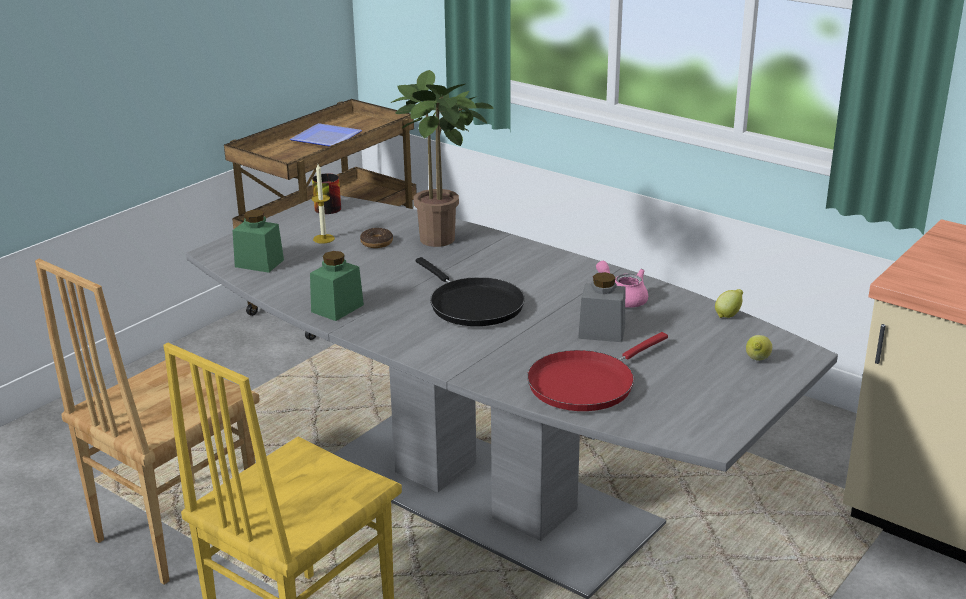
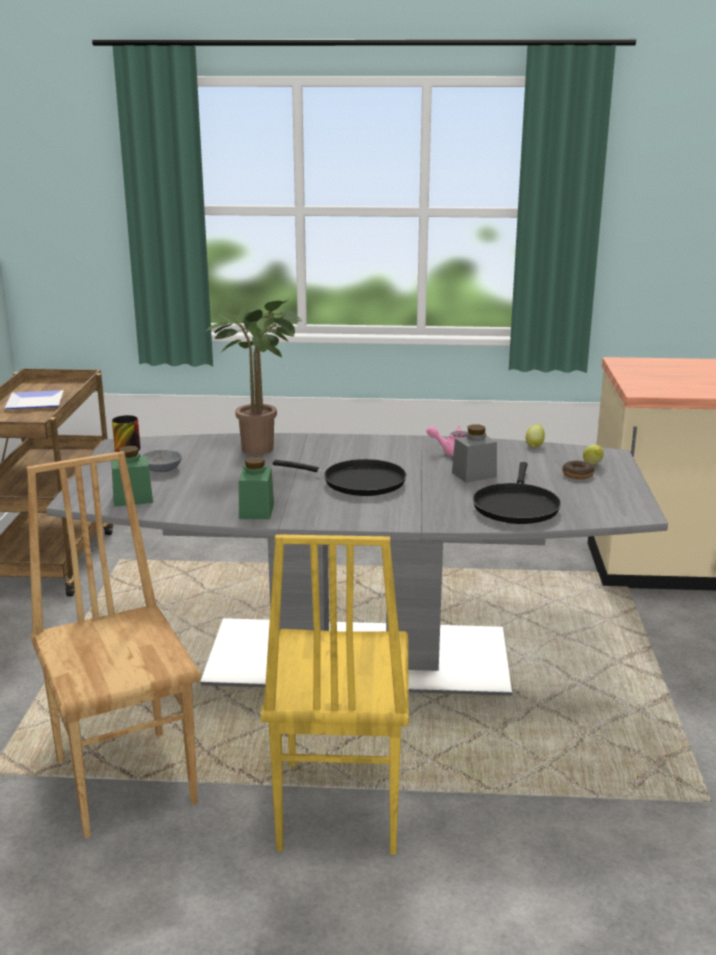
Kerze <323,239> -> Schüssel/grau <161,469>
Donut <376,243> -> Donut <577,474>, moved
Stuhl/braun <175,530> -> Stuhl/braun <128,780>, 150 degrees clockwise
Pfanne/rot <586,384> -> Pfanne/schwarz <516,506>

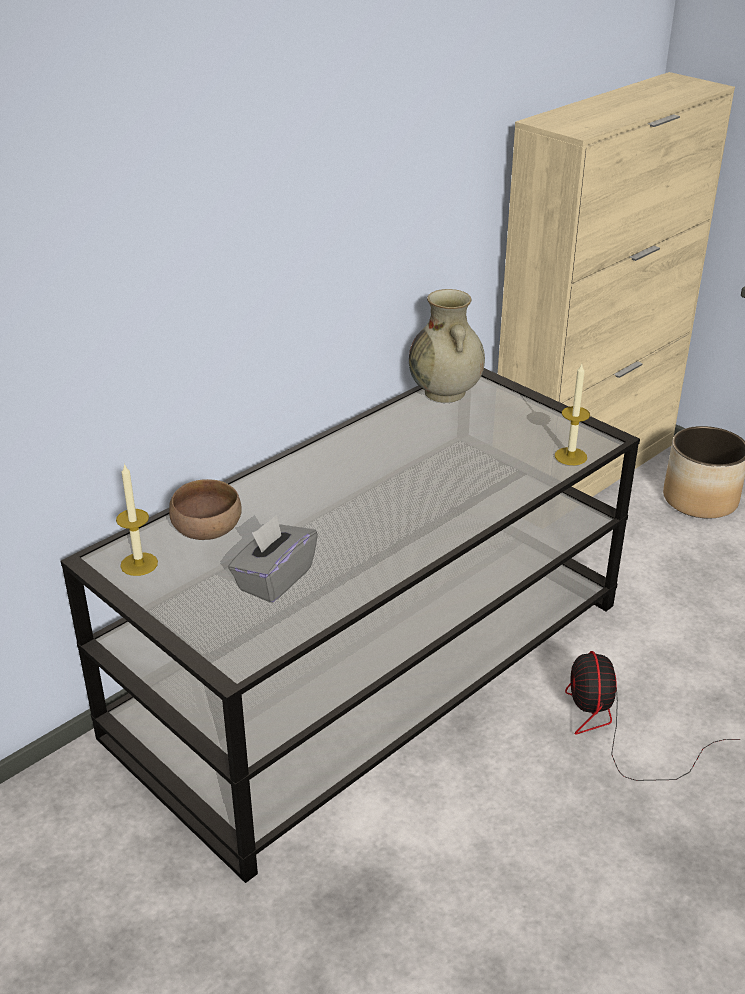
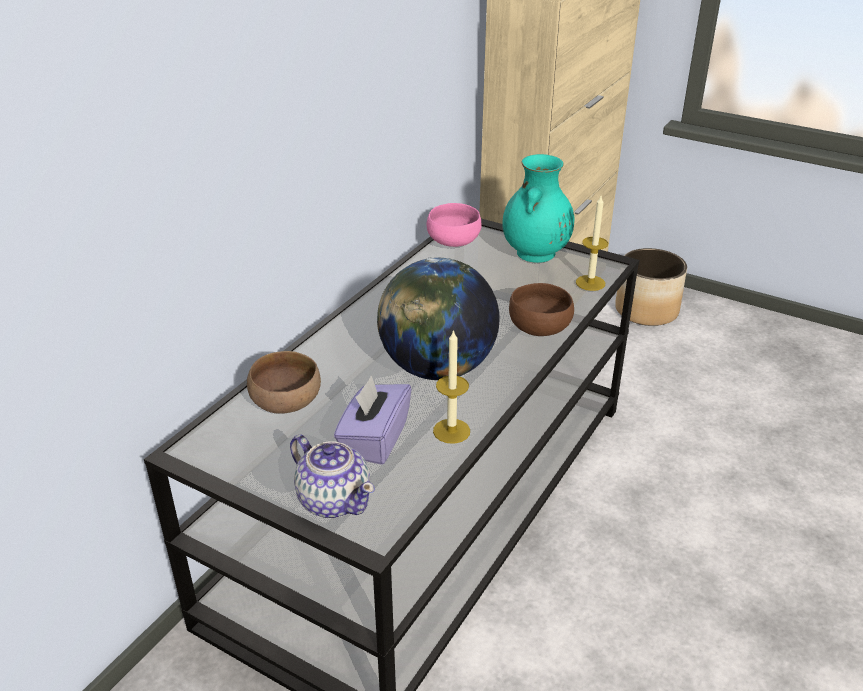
Vase/beige <445,393> -> Schüssel/rosa <454,243>
Kerze <139,564> -> Kerze <451,431>, moved
Taschentuchbox/grau <274,579> -> Taschentuchbox/lila <374,440>
Ventilator <616,730> -> none
none -> Vase/türkis <535,254>
none -> Globus <437,369>
none -> Schüssel/braun <540,328>
none -> Teekanne <334,499>

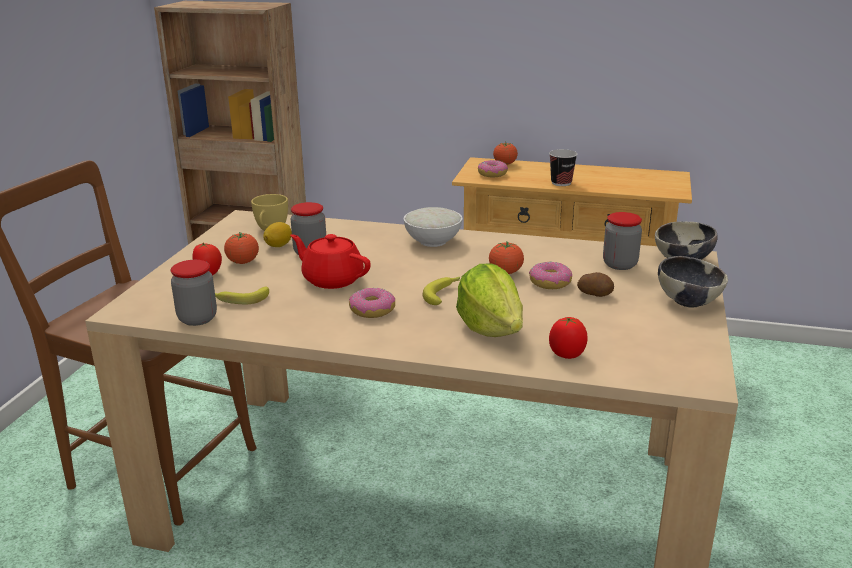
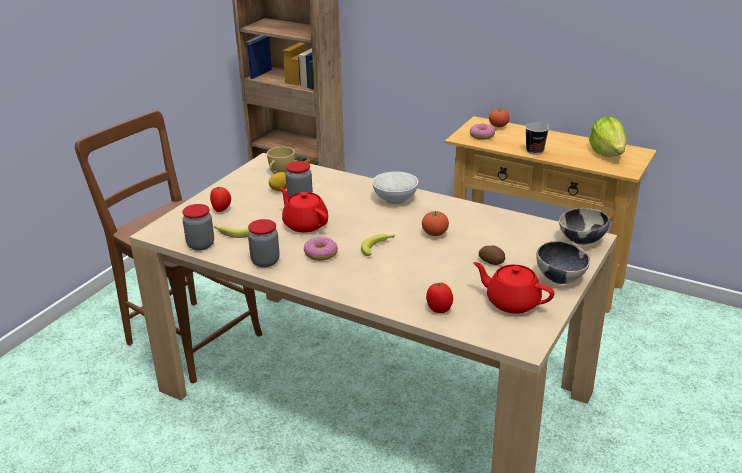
Vorratsglas <620,264> -> Vorratsglas <265,261>, moved
Tomate <243,262> -> none
Donut <550,283> -> none
Salatkopf <490,328> -> Salatkopf <607,153>, moved
none -> Teekanne/rot <512,302>

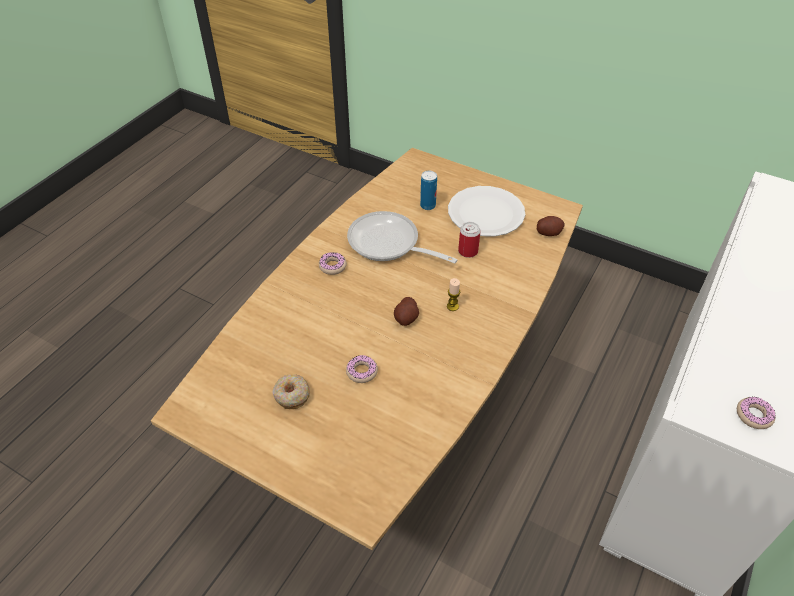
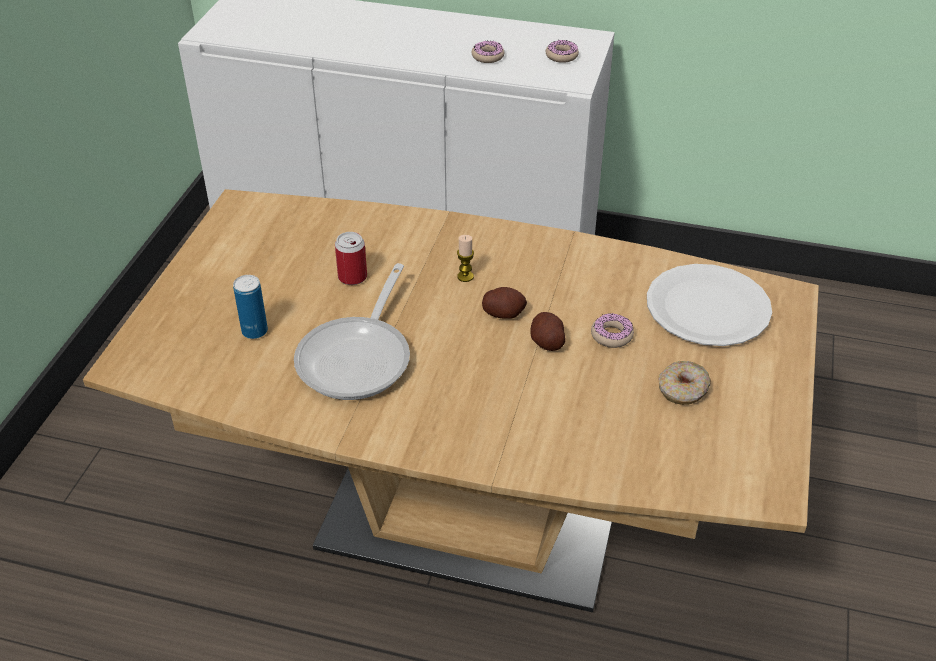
Teller/weiß <485,213> -> Teller/weiß <708,308>, moved
Kartoffel <548,232> -> Kartoffel <547,342>, moved
Donut <332,266> -> Donut <487,56>, moved

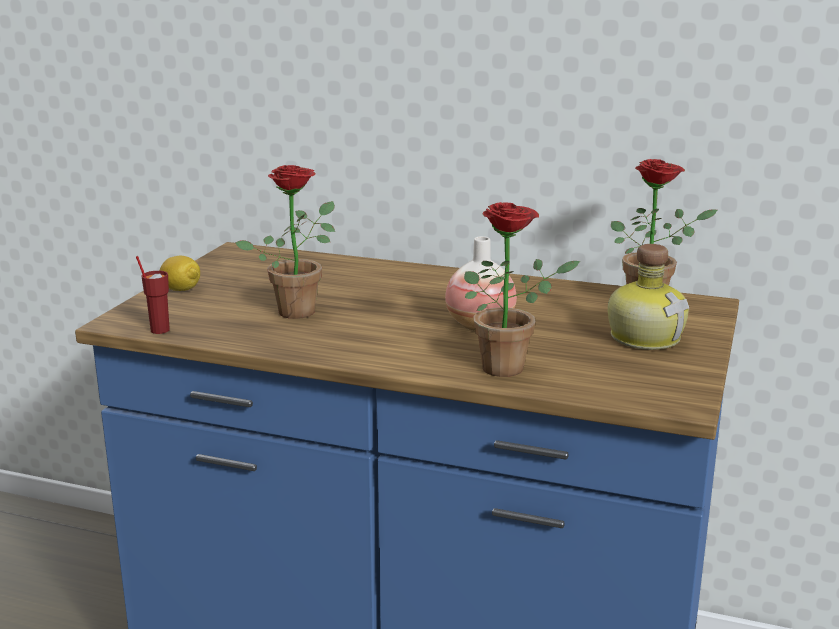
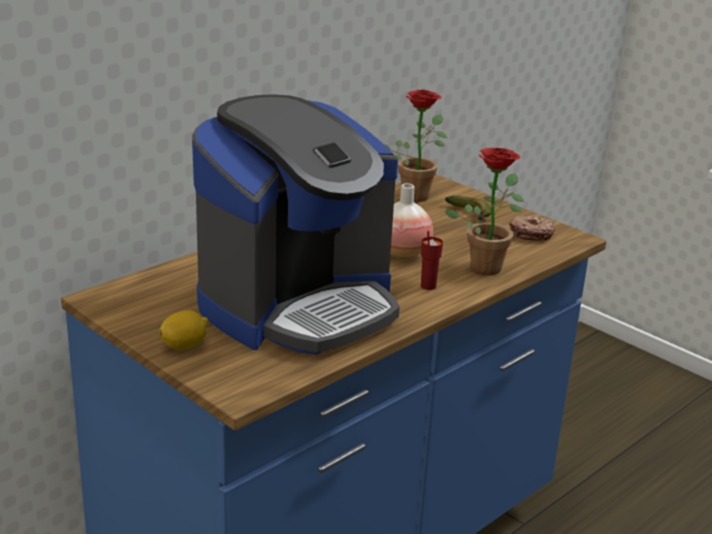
Topfpflanze <299,309> -> Kaffeemaschine <298,306>
Flasche <645,337> -> Banane <471,215>
Tasse/rot <159,330> -> Tasse/rot <427,286>, moved
none -> Donut <531,234>

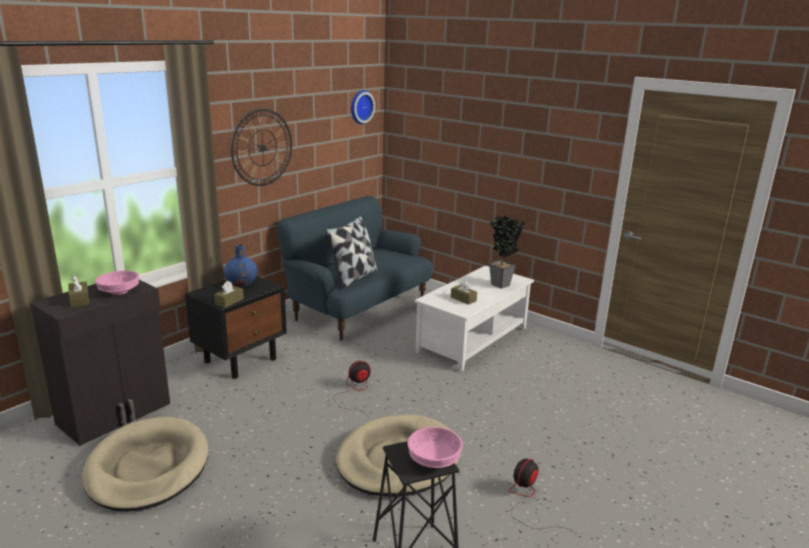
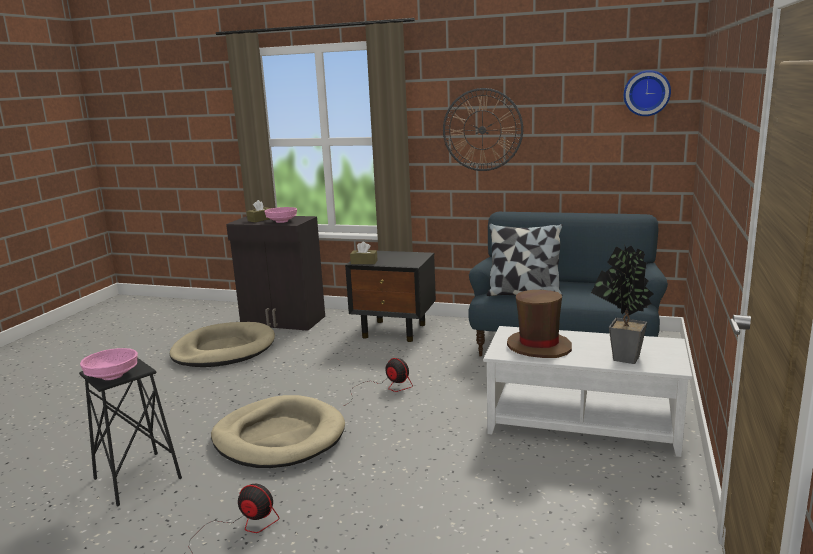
Vase/blau <241,283> -> none
Taschentuchbox/braun <463,299> -> Hut/braun <538,346>

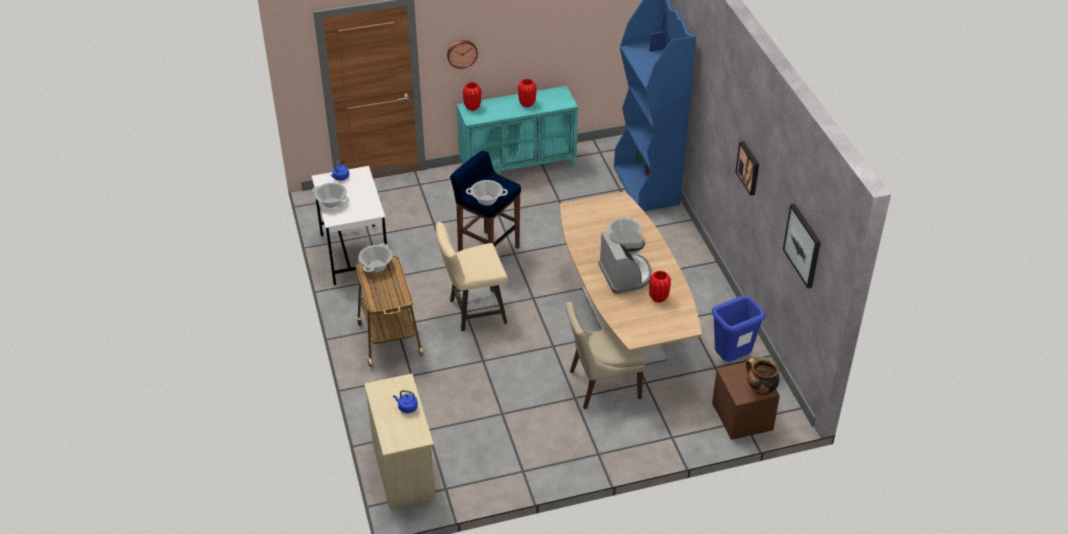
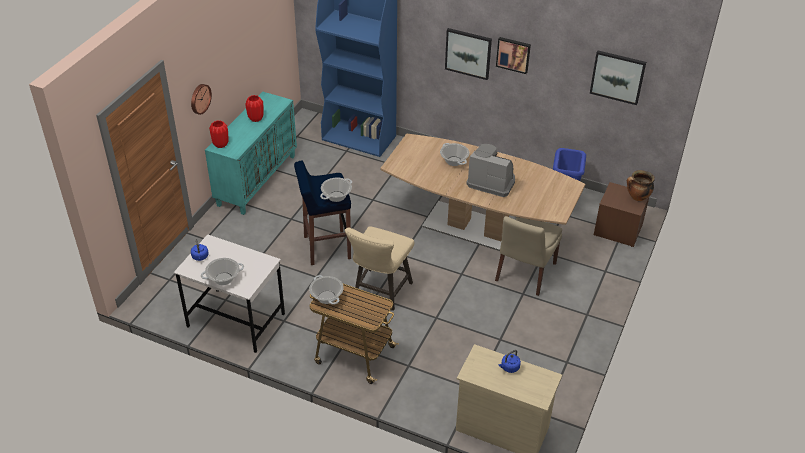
Vase/rot <658,298> -> none
none -> Bild <468,53>

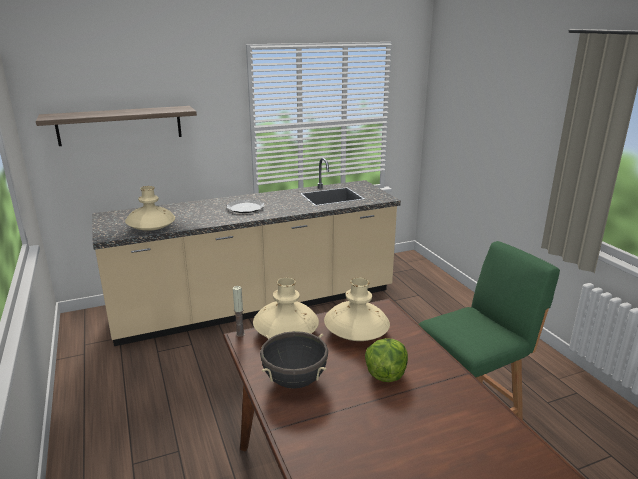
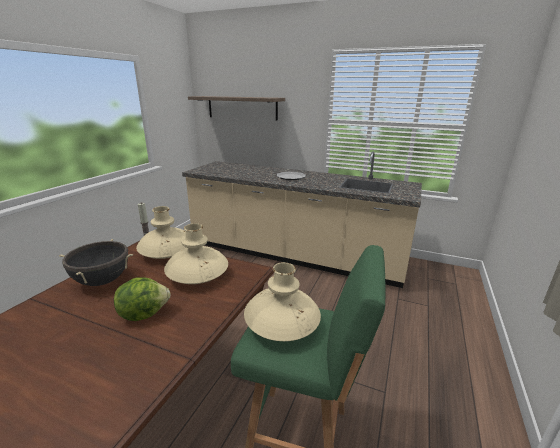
Vase/beige <151,228> -> Vase/beige <282,324>, moved

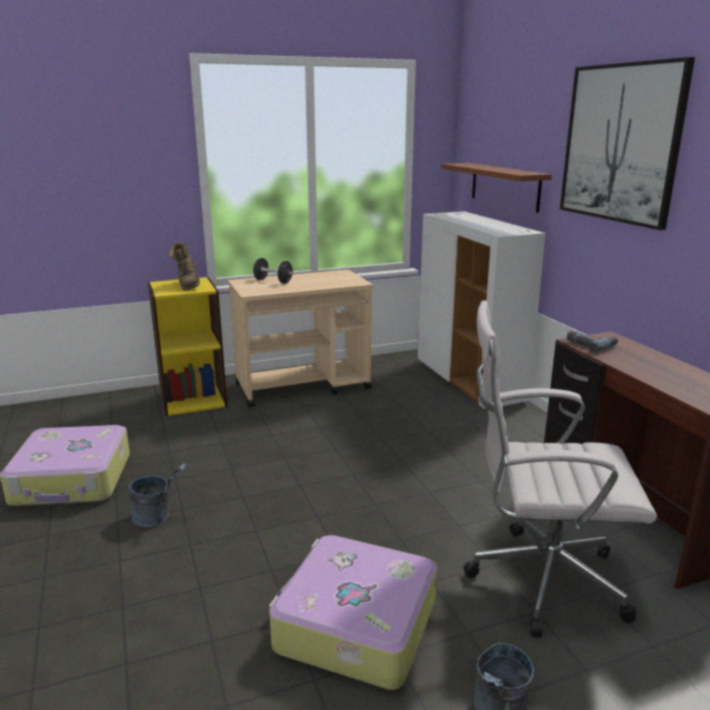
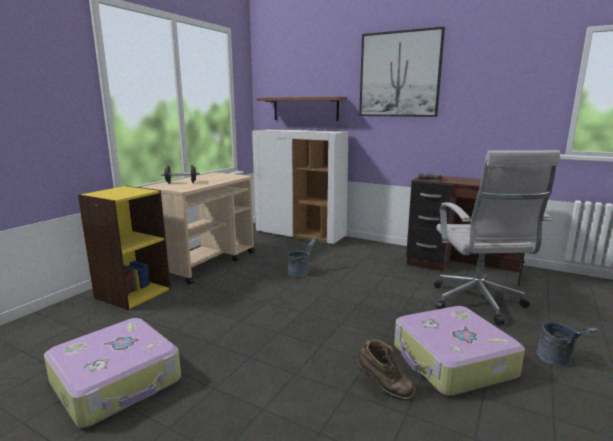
Stiefel/braun <188,285> -> Stiefel/braun <383,388>, moved
Bürostuhl/weiß <539,580> -> Bürostuhl/weiß <478,304>, 60 degrees counterclockwise
Eimer/grau <158,517> -> Eimer/grau <301,272>, moved

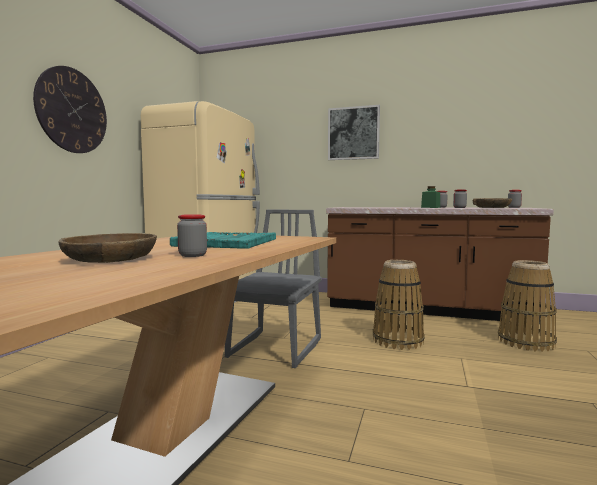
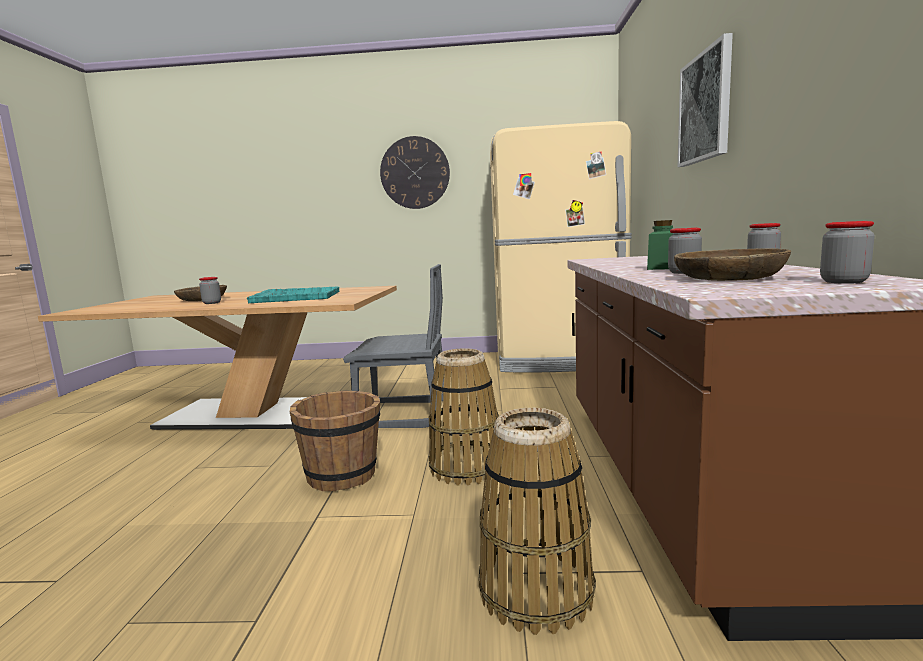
none -> Eimer/braun <342,475>

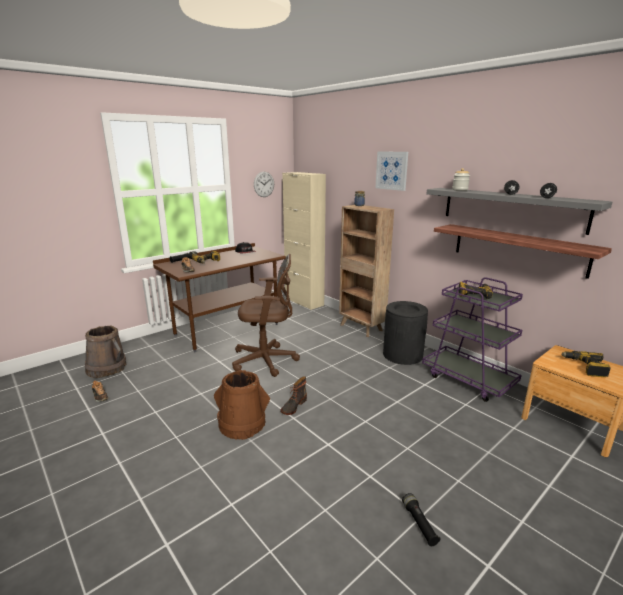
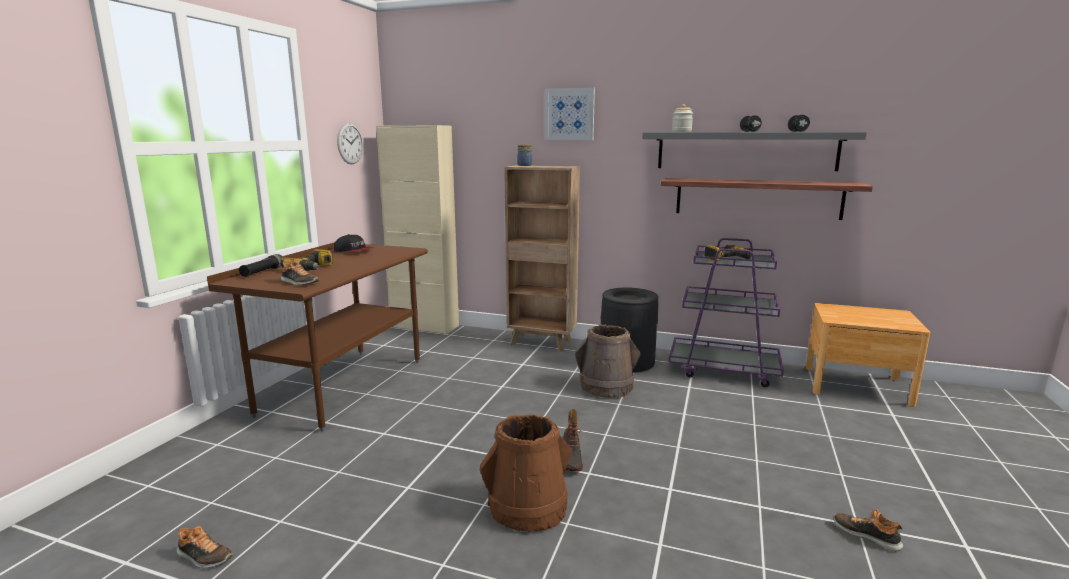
Bürostuhl/braun <267,360> -> none
Eimer/braun <107,368> -> Eimer/braun <606,386>, moved
Bohrmaschine <585,367> -> none
Taschenlampe/schwarz <419,524> -> Schuh <866,535>

